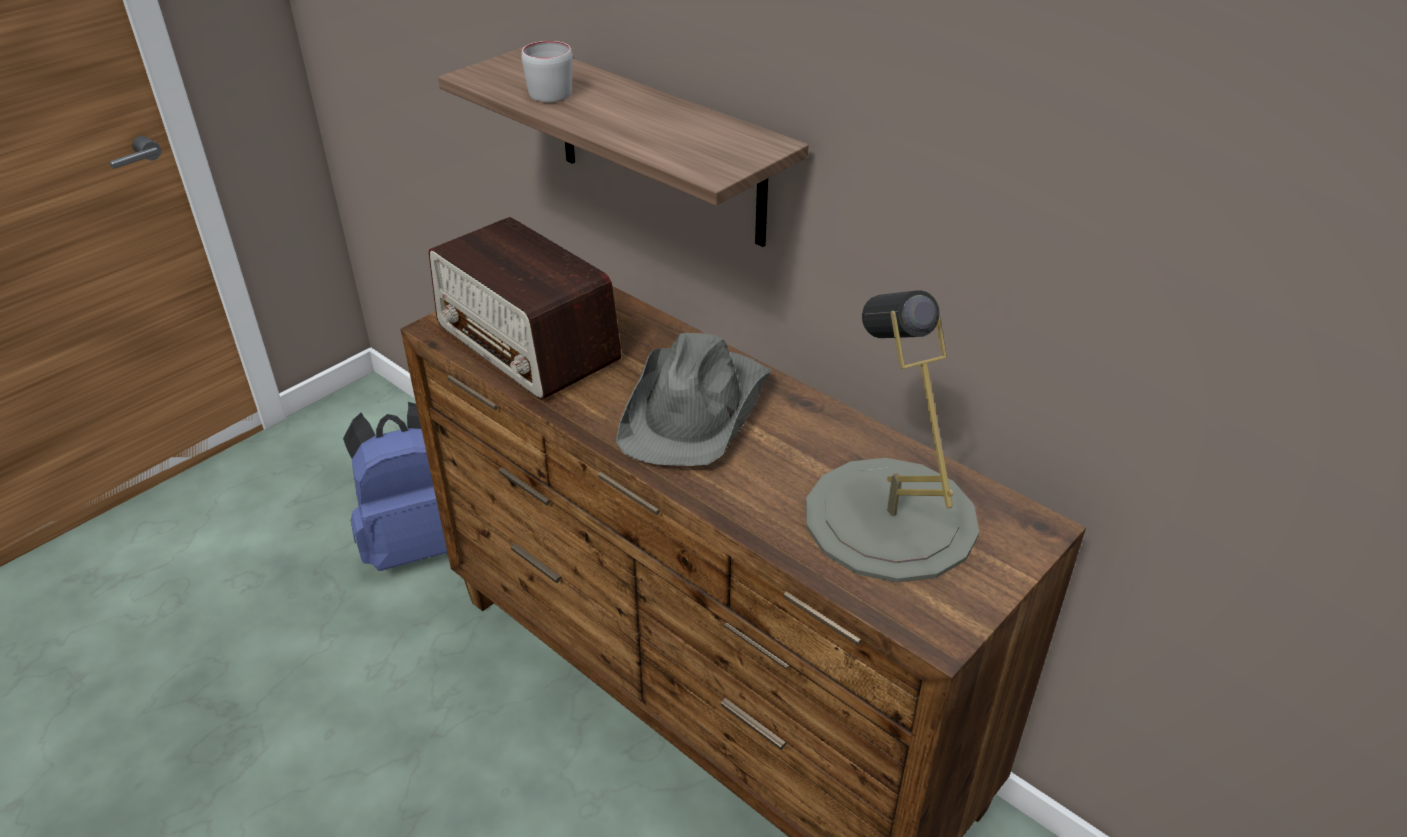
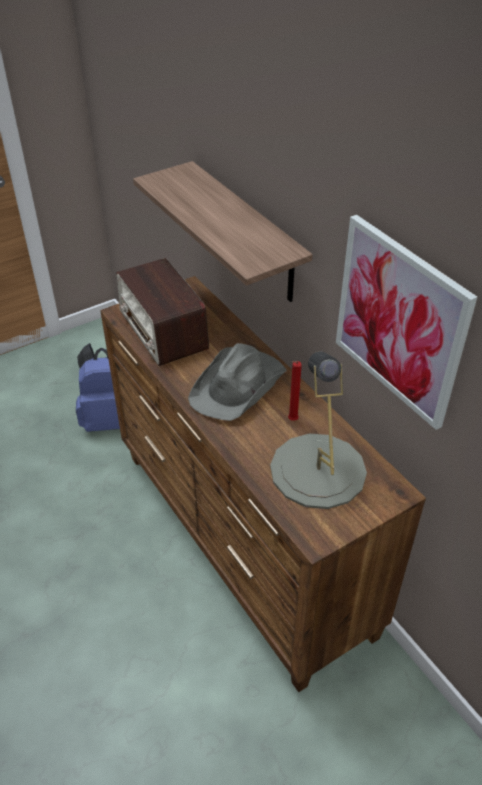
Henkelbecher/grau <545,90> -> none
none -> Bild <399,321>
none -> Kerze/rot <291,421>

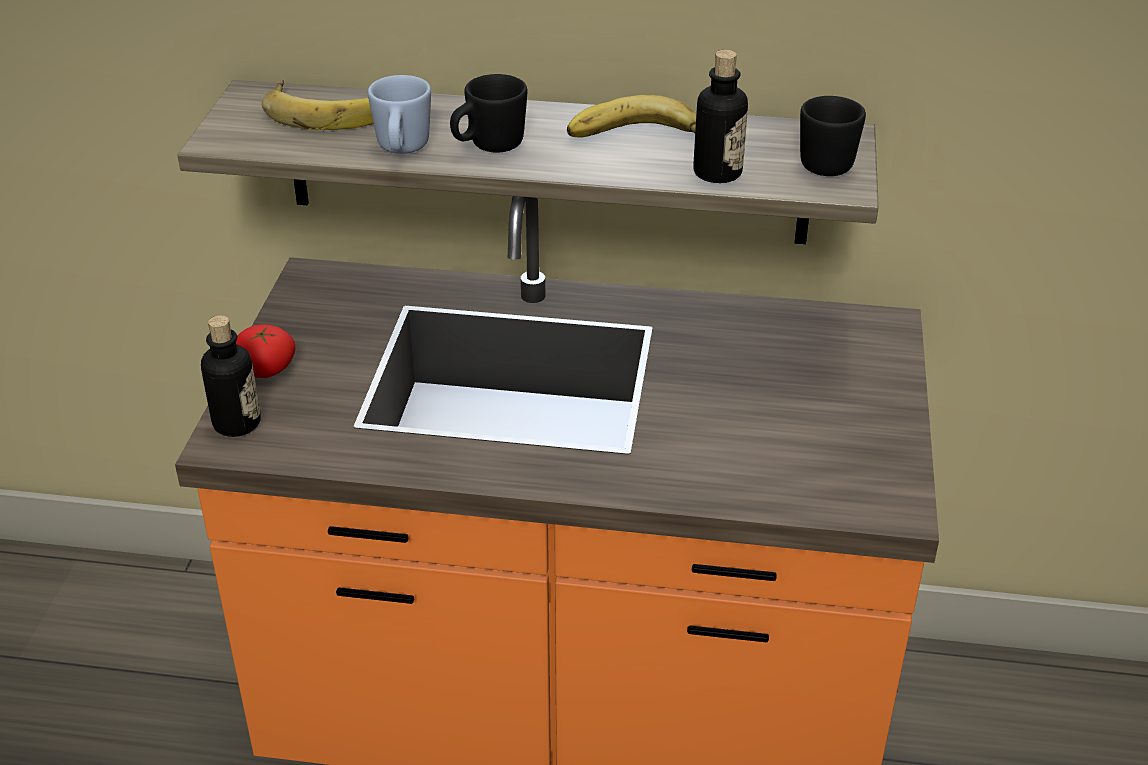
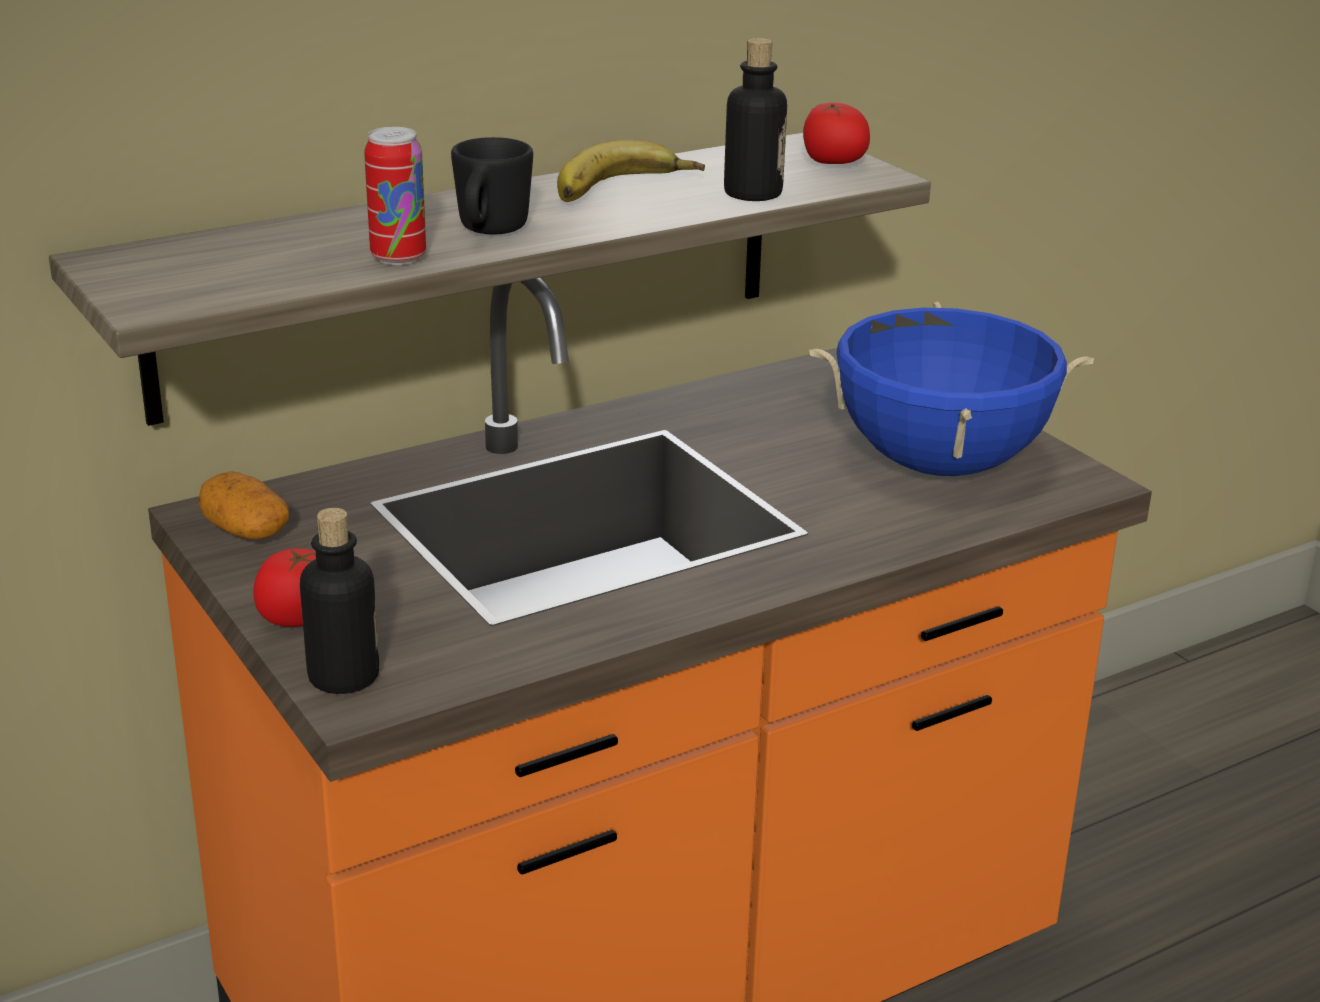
Henkelbecher/blau <402,150> -> Dose <398,257>
Banane <329,111> -> none
Henkelbecher/schwarz <829,162> -> Tomate <833,163>
none -> Kochtopf/blau <939,464>
none -> Kartoffel <245,532>

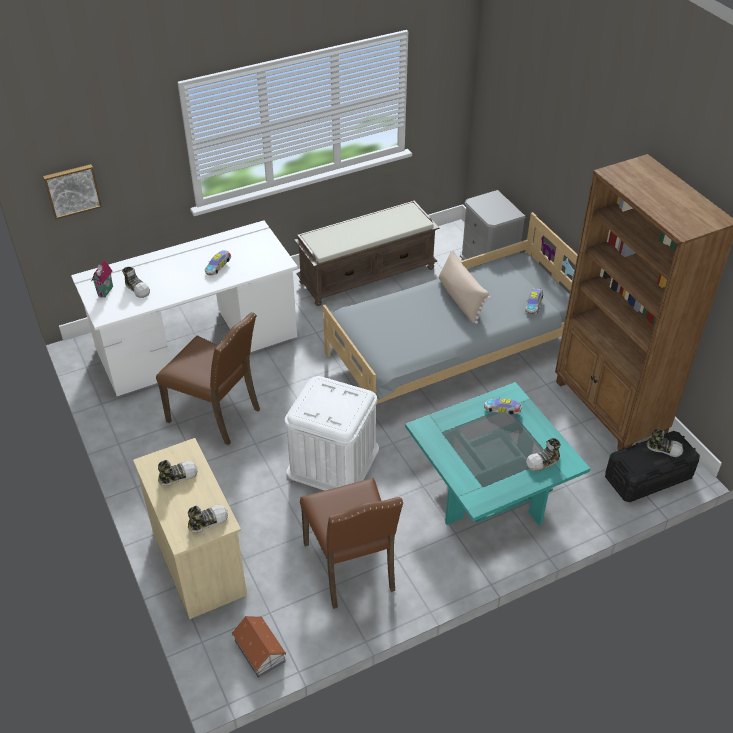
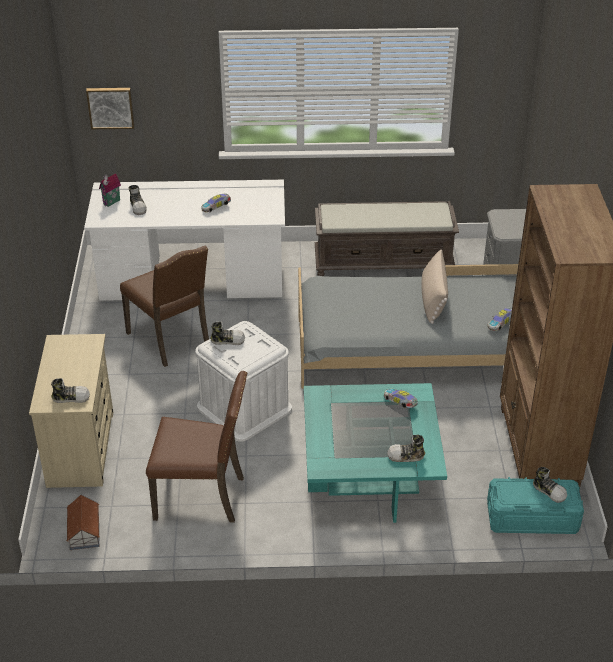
Aufbewahrungsbox/schwarz <647,477> -> Aufbewahrungsbox/türkis <532,518>
Schuh <178,476> -> Schuh <227,340>, moved
Stuhl/braun <352,567> -> Stuhl/braun <202,496>, 90 degrees counterclockwise

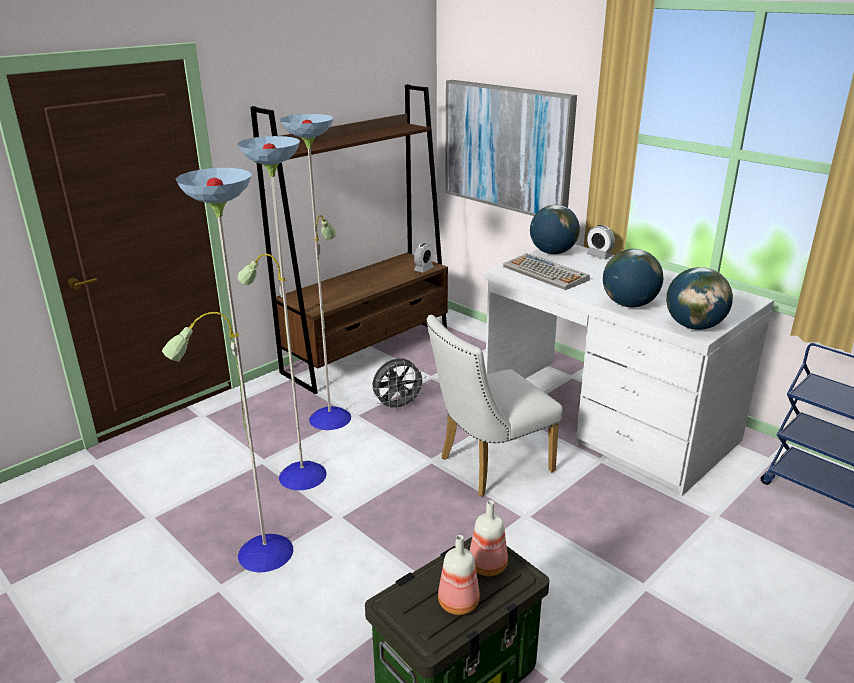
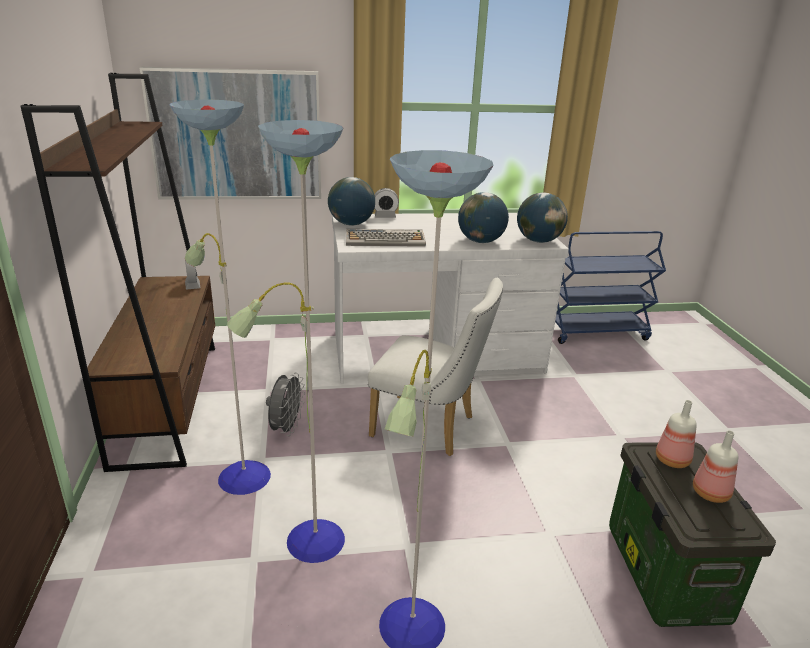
Stuhl/weiß <488,466> -> Stuhl/weiß <430,428>, 75 degrees counterclockwise

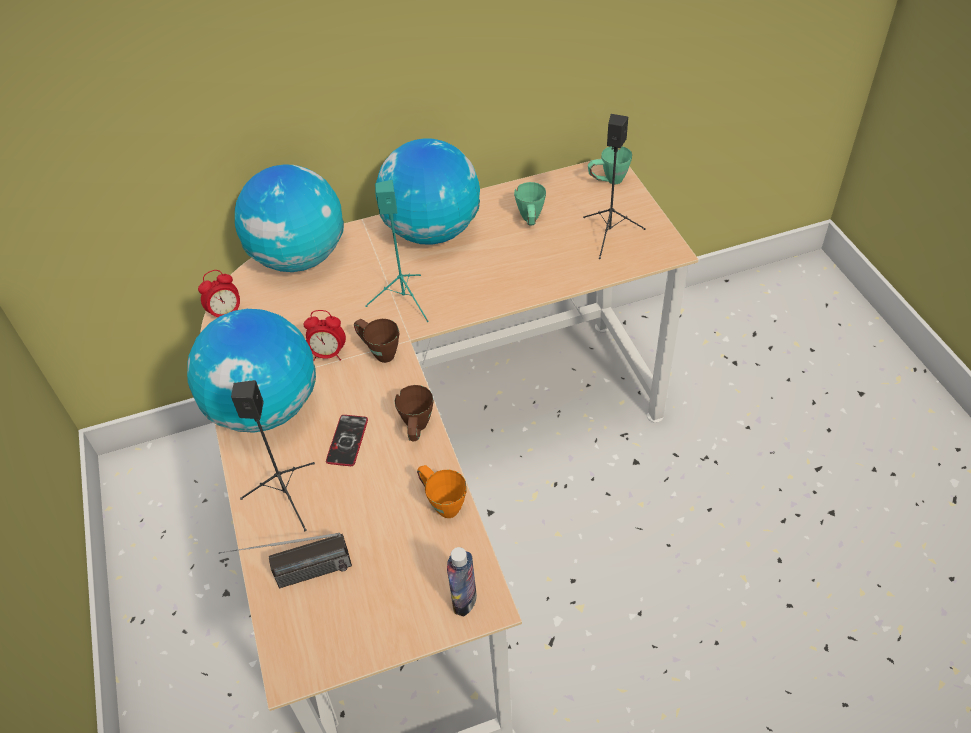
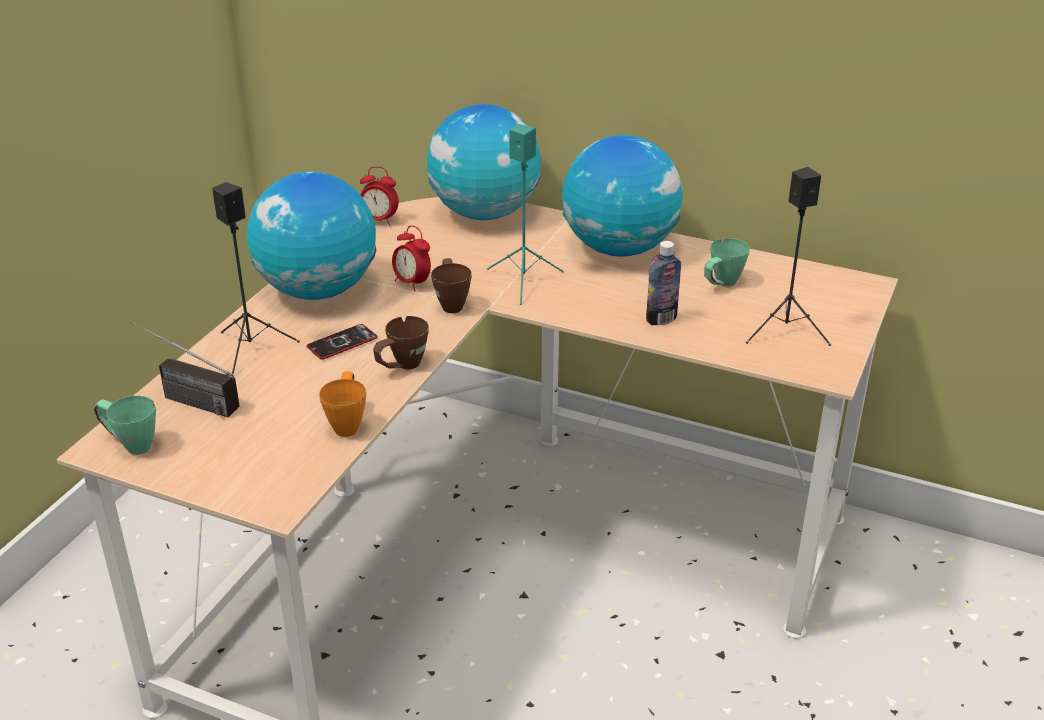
Henkelbecher/grün <608,181> -> Henkelbecher/grün <130,444>, moved
Flasche <464,600> -> Flasche <661,319>, moved

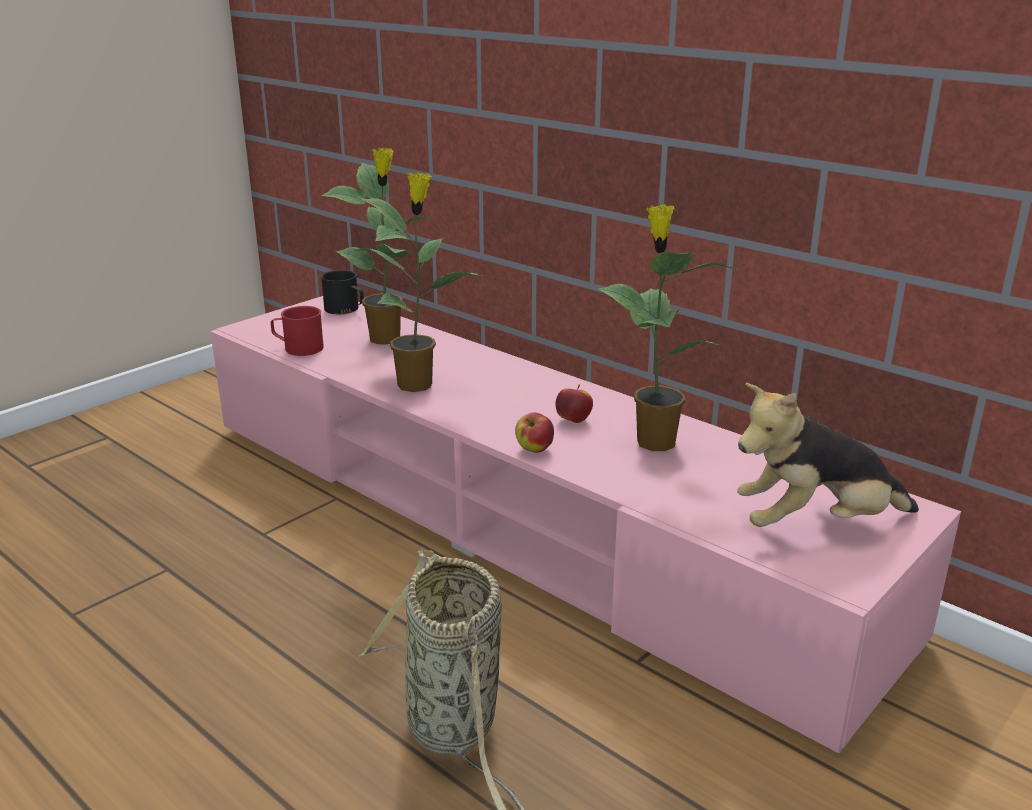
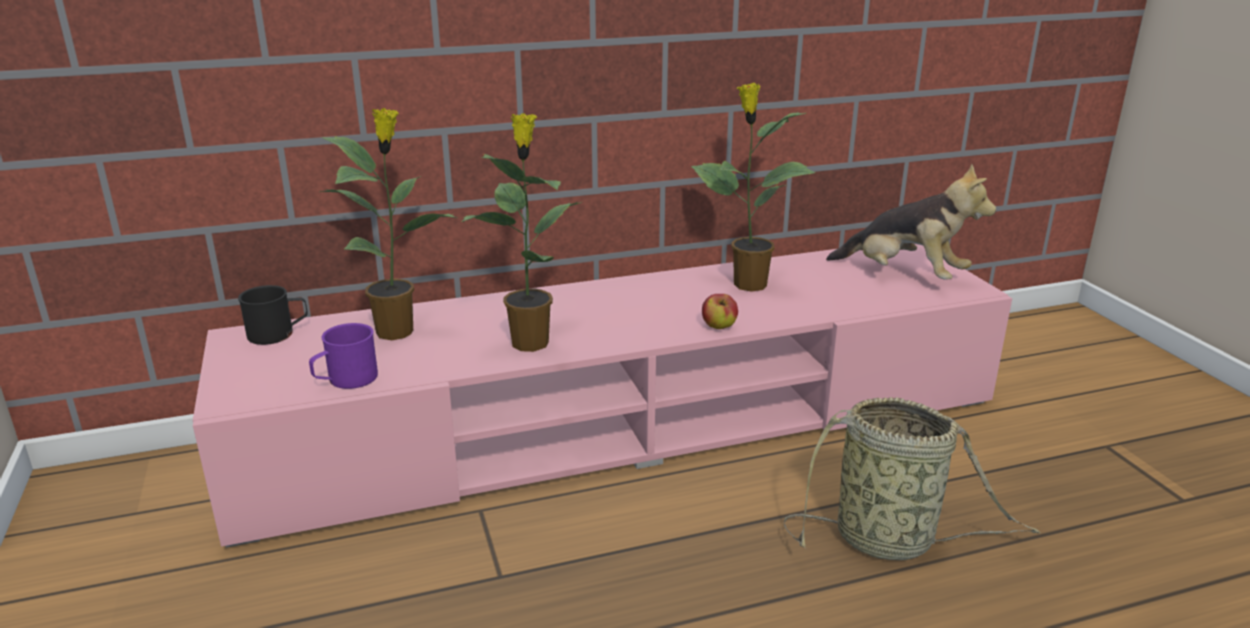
Henkelbecher/rot <298,348> -> Henkelbecher/lila <346,380>
Plüschtier <815,524> -> Plüschtier <904,276>, 75 degrees counterclockwise
Apfel <573,420> -> none

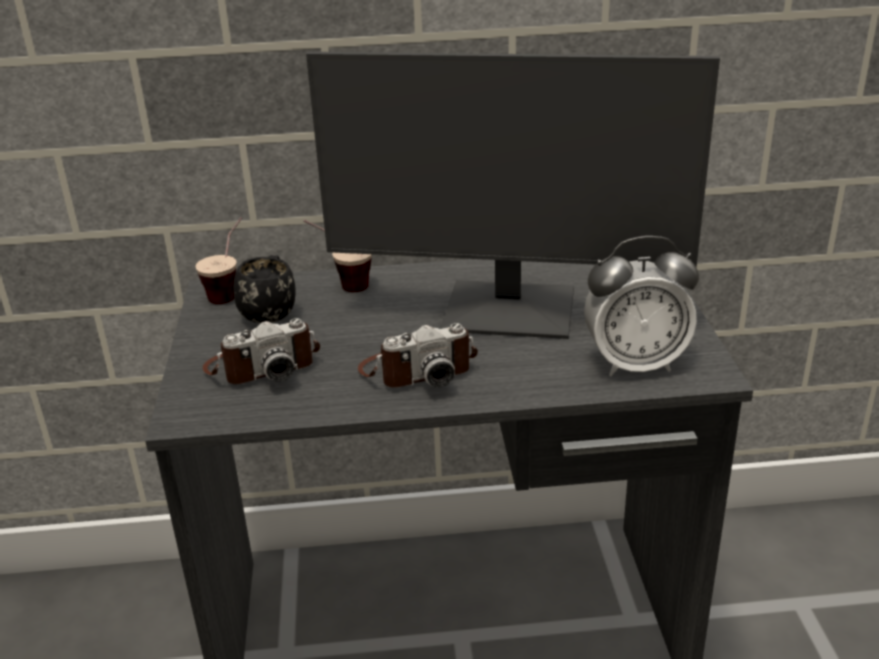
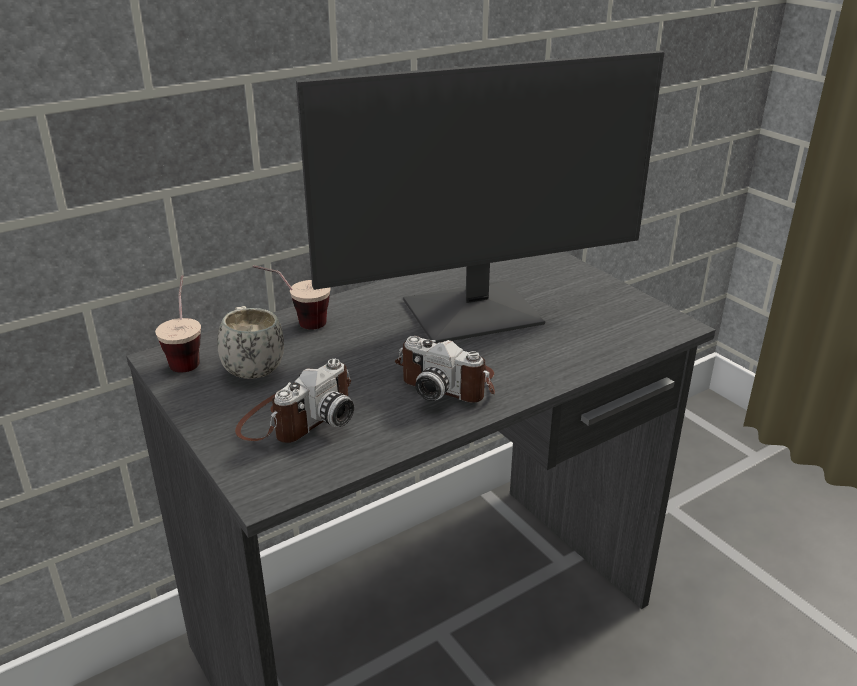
Wecker <635,364> -> none
Henkelbecher/schwarz <270,312> -> Henkelbecher/weiß <251,366>
Kamera <418,369> -> Kamera <448,381>, 75 degrees clockwise

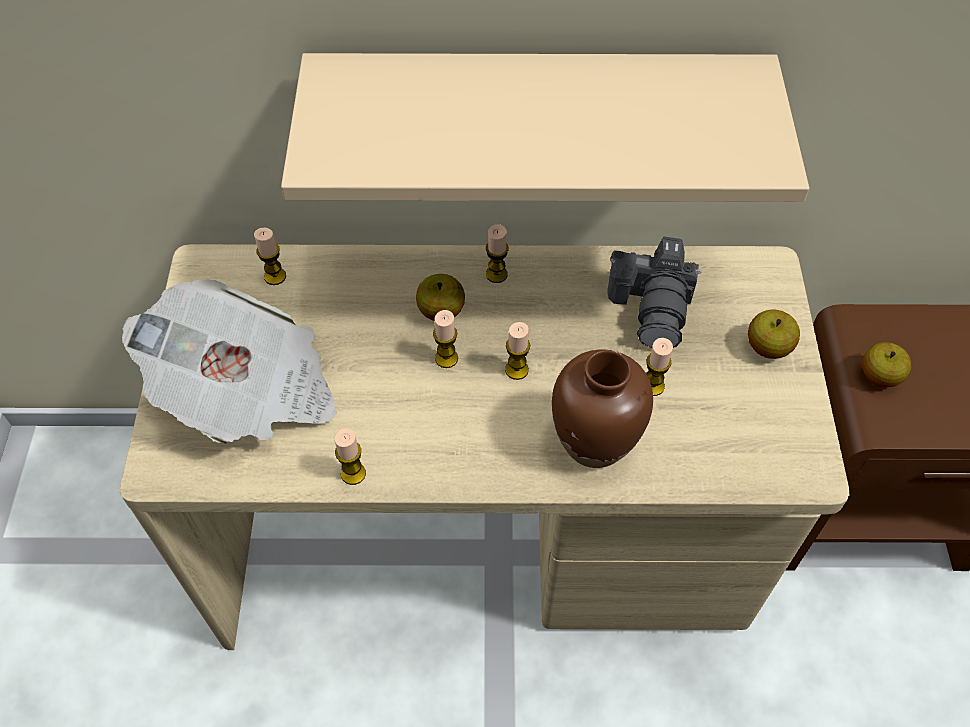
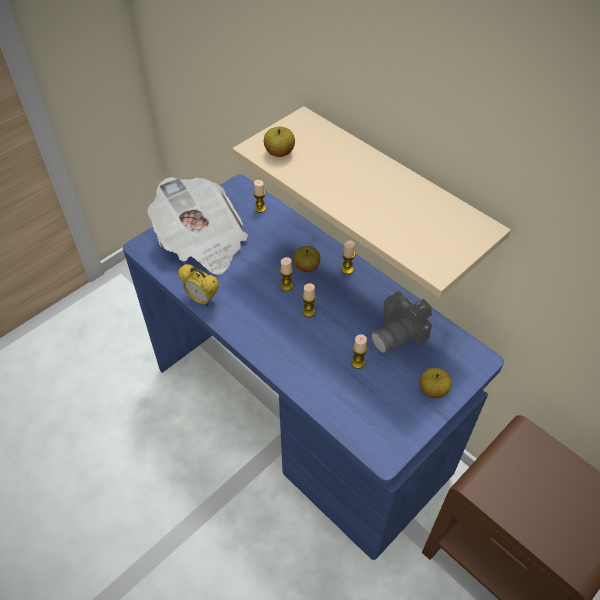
Schreibtisch/beige <485,537> -> Schreibtisch/blau <300,415>
Apfel <879,376> -> Apfel <279,153>, moved
Vase/braun <593,443> -> none
Kerze <353,473> -> Wecker <202,300>

